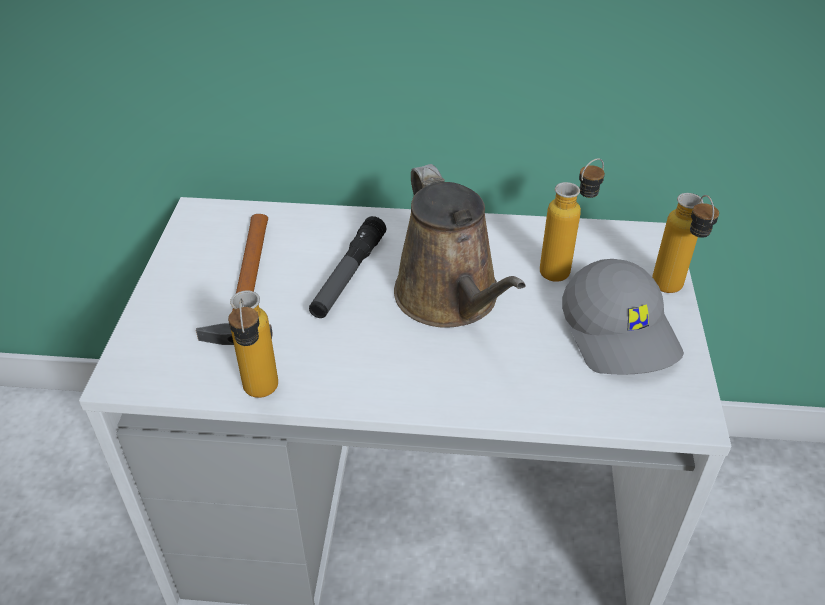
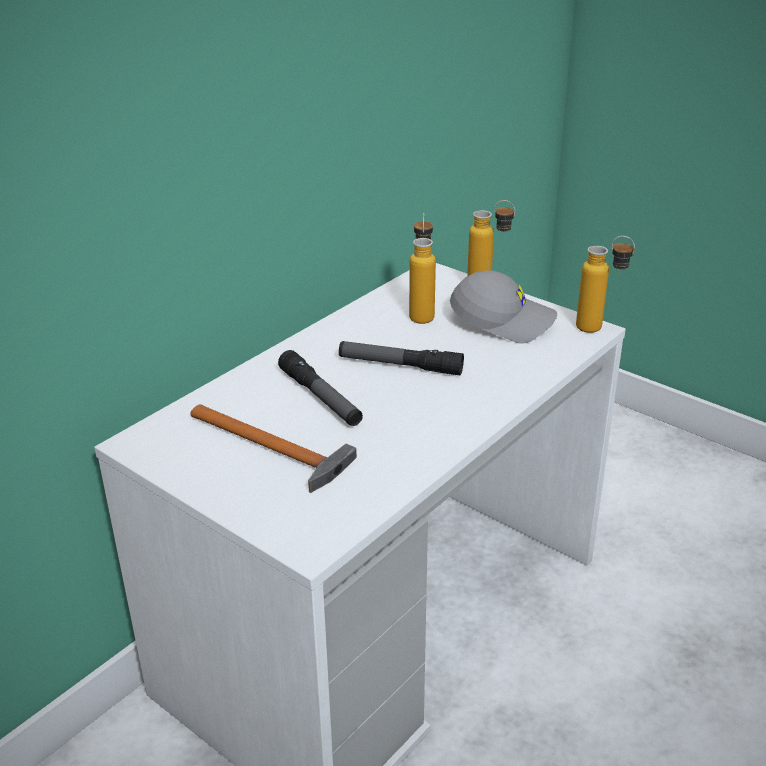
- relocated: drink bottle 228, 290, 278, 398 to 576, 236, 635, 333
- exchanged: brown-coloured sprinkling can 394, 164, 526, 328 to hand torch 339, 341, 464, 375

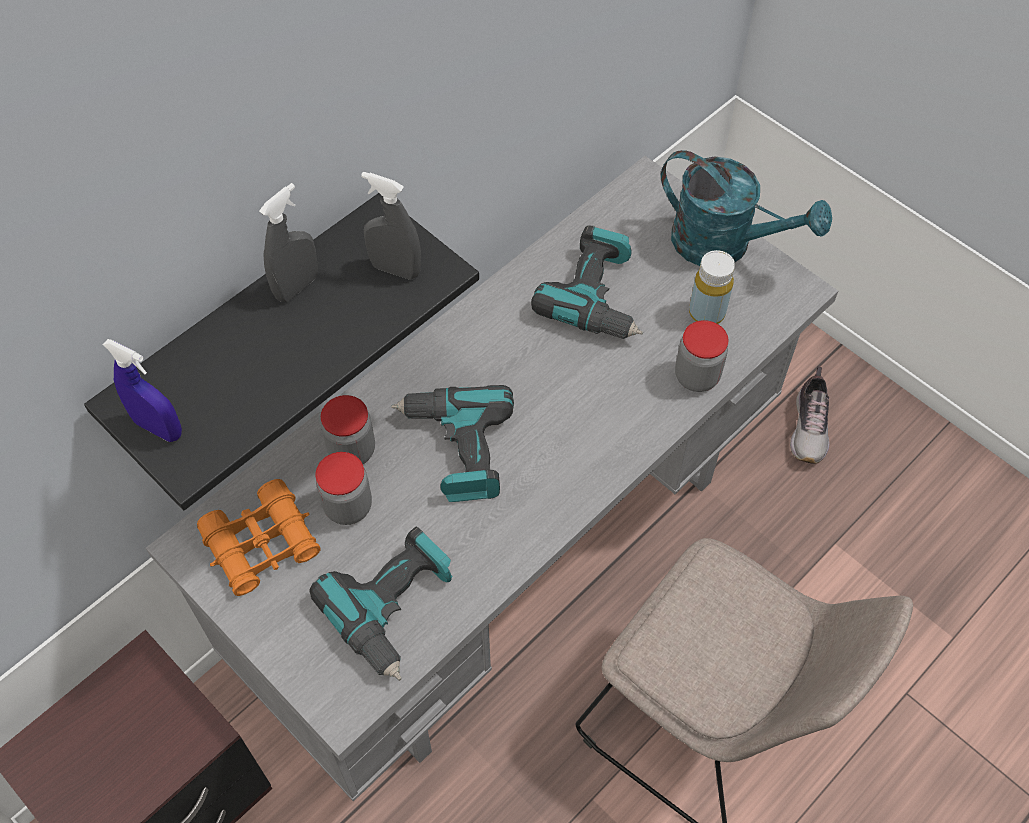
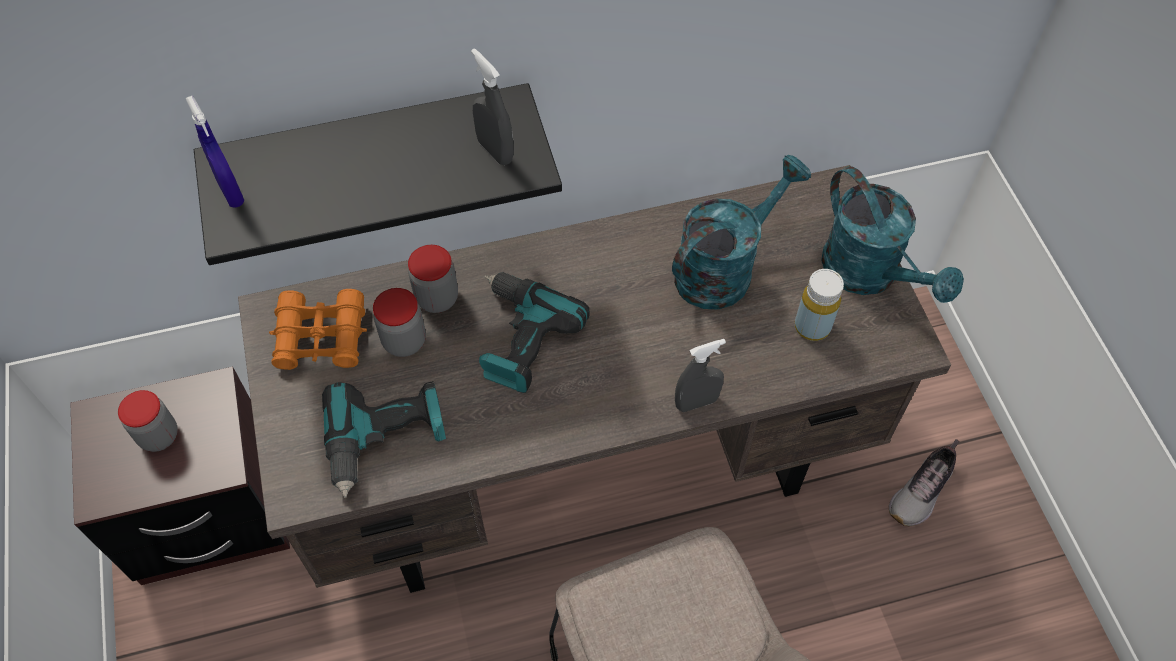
- relocated: gray sprayer 259, 183, 318, 302 to 675, 339, 726, 412
- relocated: storage jar 675, 320, 729, 392 to 118, 390, 178, 452
- exchanged: drill 531, 225, 643, 339 to turquoise-coloured sprinkling can 672, 155, 811, 310
- colour: gray desk 146, 156, 838, 801 to brown-coloured desk 238, 165, 951, 593

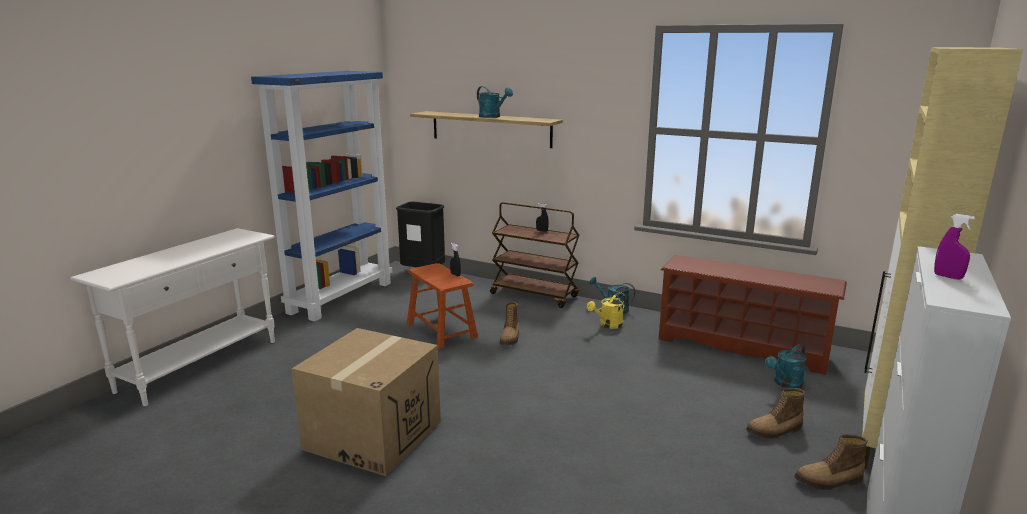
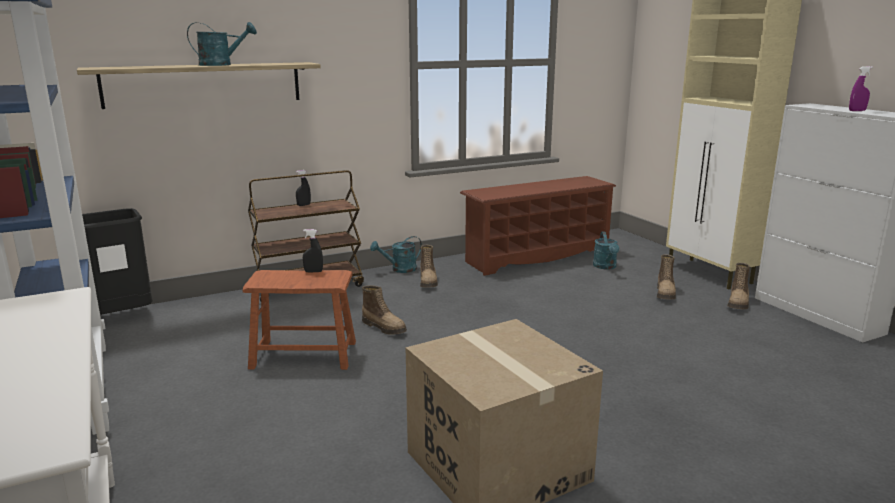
- exchanged: yellowish sprinkling can 587, 292, 626, 329 to high-top boot 420, 245, 438, 288

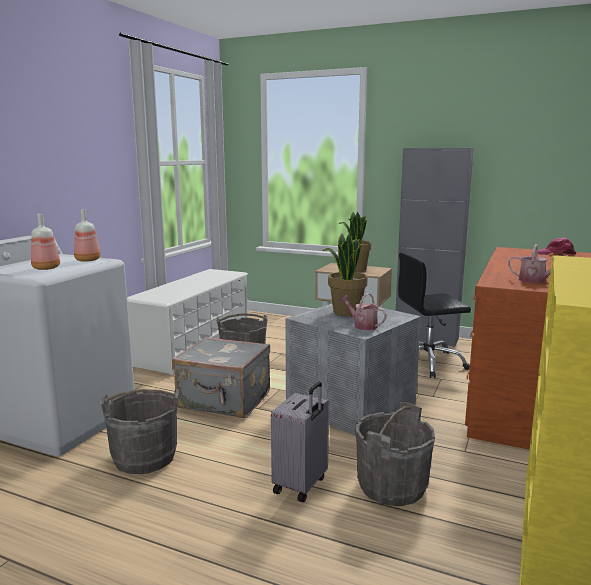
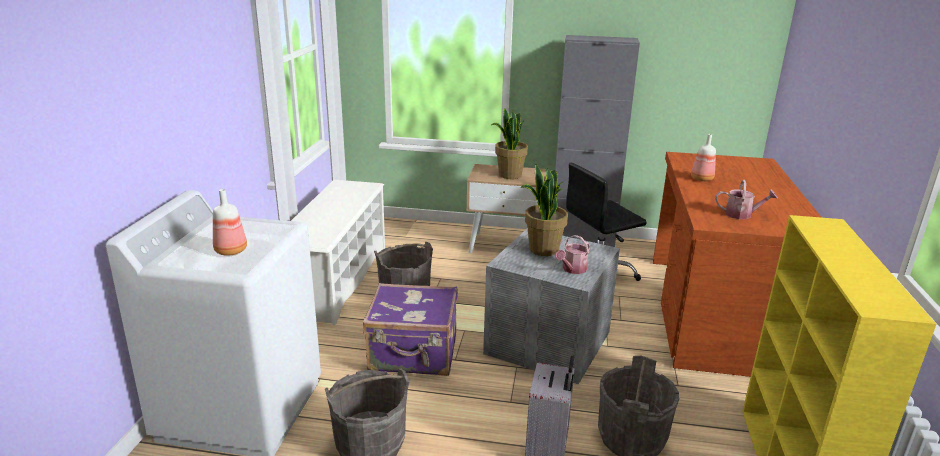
- missing: pinkish peaked cap 537, 237, 576, 255
- relocated: drink bottle 74, 209, 100, 262 to 691, 134, 716, 181
- colour: gray travel case 172, 337, 270, 418 to purple-coloured travel case 363, 283, 458, 376
- spun: sprinkling can 340, 293, 387, 330 = 555, 235, 590, 274 75 degrees counterclockwise

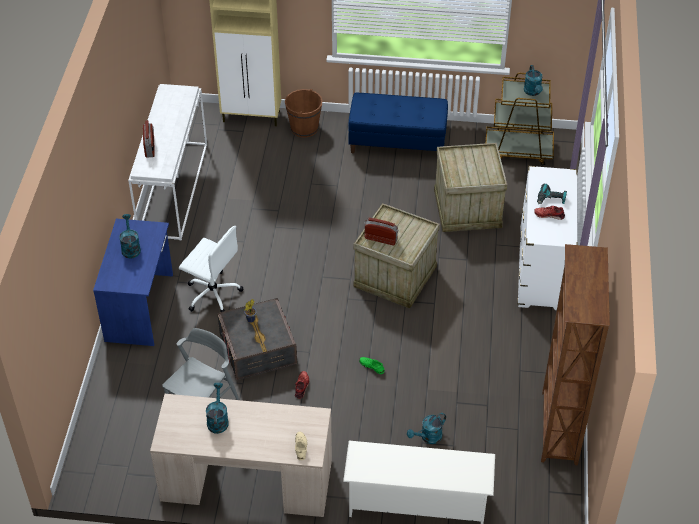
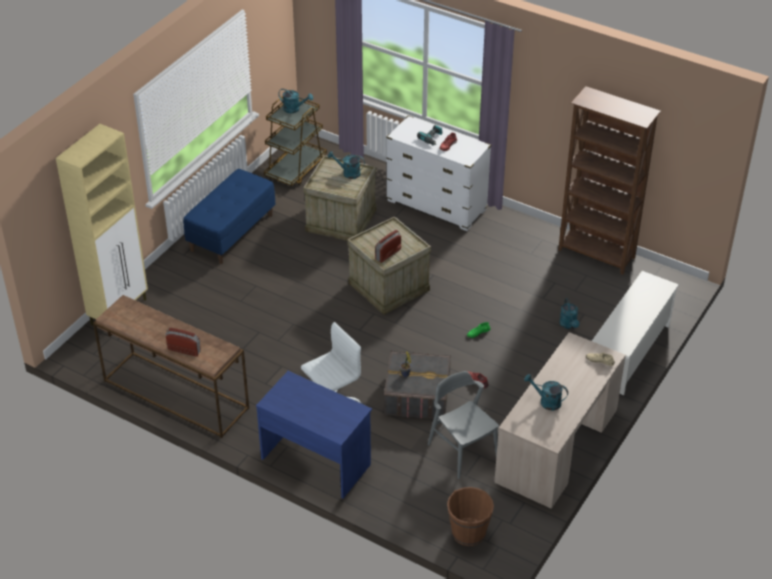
- relocated: turquoise-coloured sprinkling can 119, 214, 141, 259 to 328, 151, 365, 179
- relocated: brown-coloured bucket 285, 89, 322, 138 to 447, 487, 494, 546
- colour: white-coloured console table 128, 84, 207, 241 to brown-coloured console table 93, 295, 249, 438

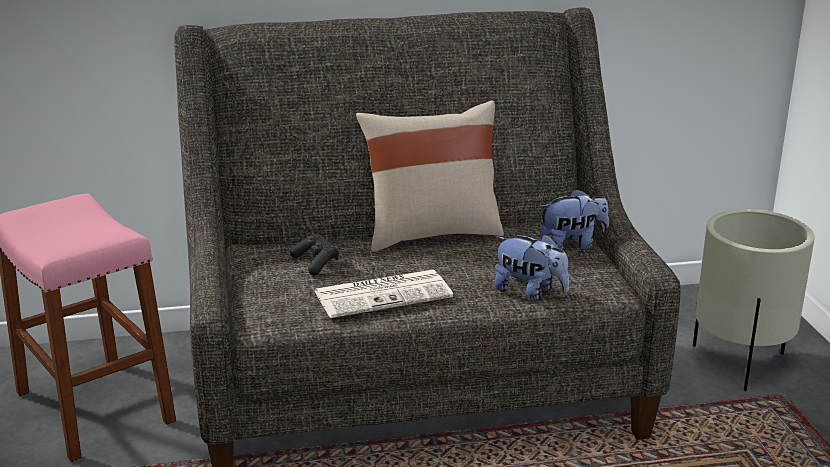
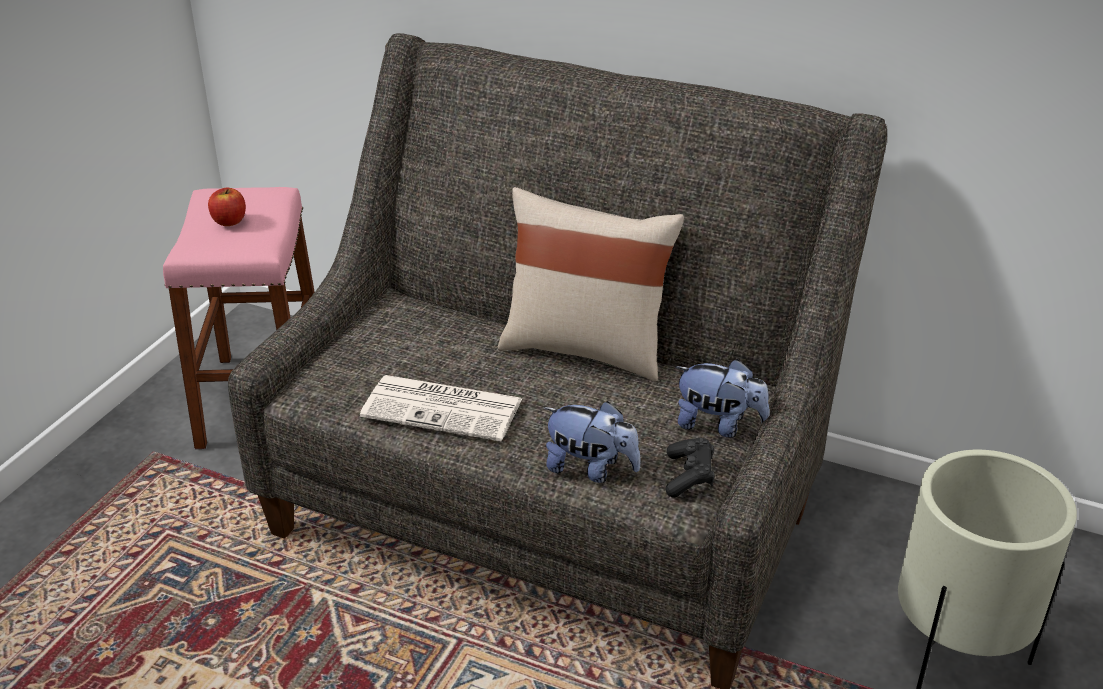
- appeared: apple fruit 208, 188, 246, 226
- relocated: black-coloured joypad 290, 234, 339, 276 to 666, 438, 715, 498
- spun: plush toy 494, 234, 569, 300 = 543, 401, 641, 483 45 degrees counterclockwise

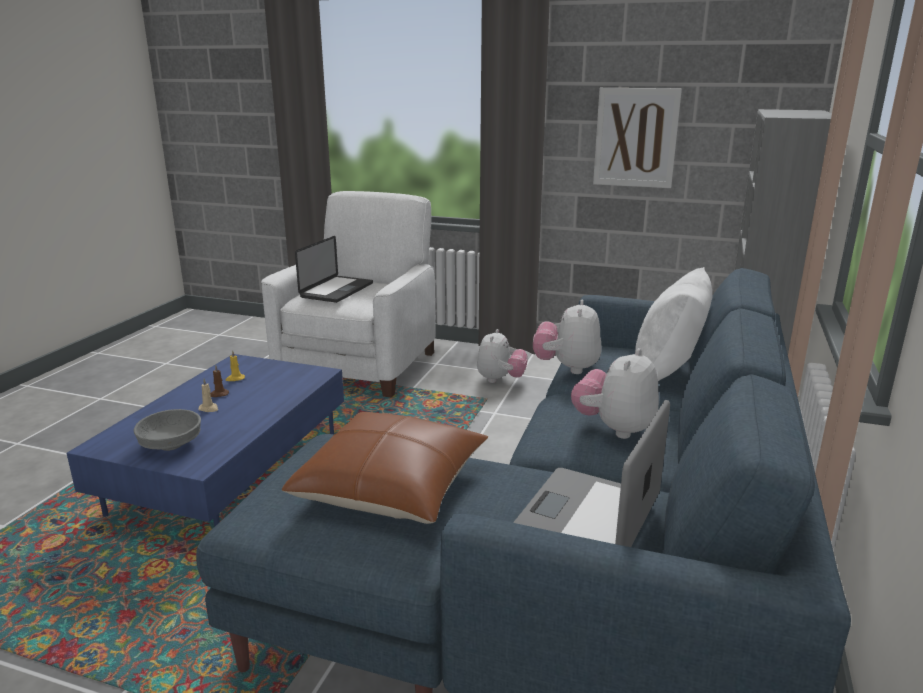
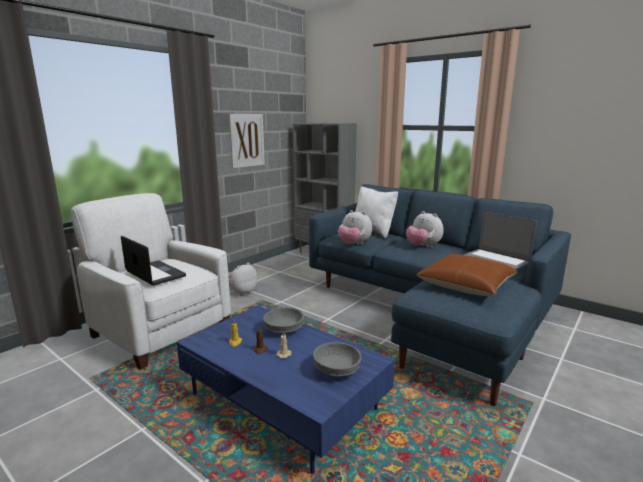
- appeared: gray bowl 263, 307, 304, 334
- spun: plush toy 477, 329, 528, 383 = 228, 262, 258, 296 90 degrees counterclockwise

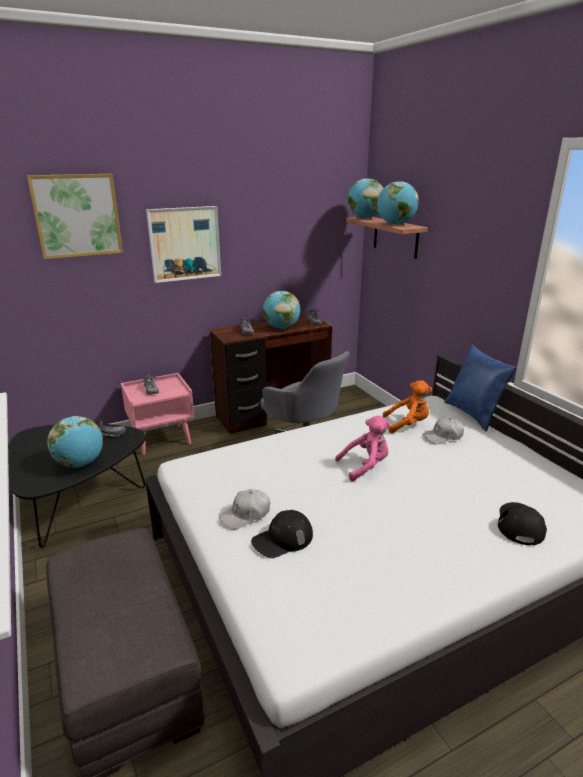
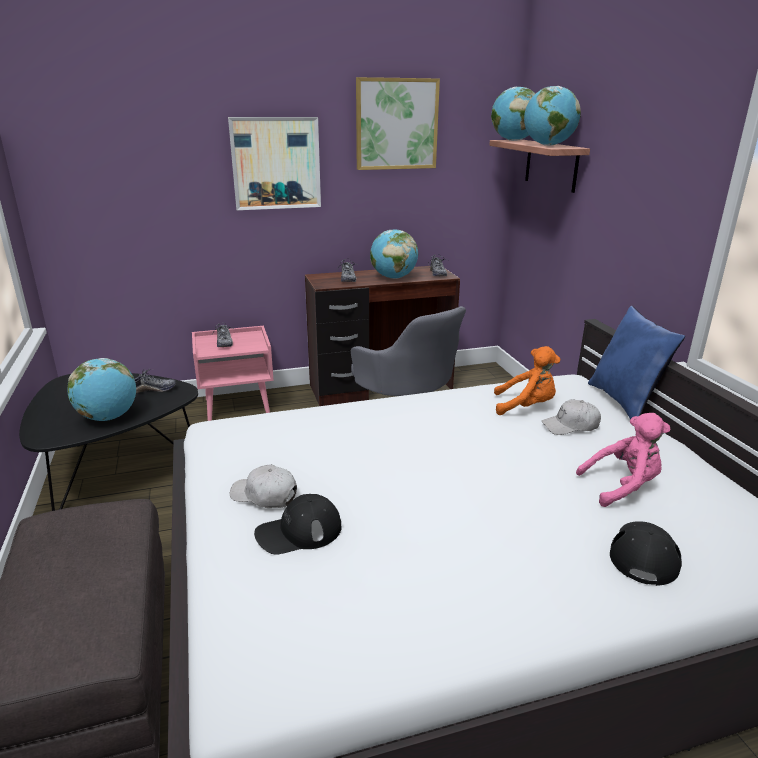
- relocated: wall art 27, 174, 123, 259 to 356, 77, 440, 170
- relocated: pinkish plush toy 335, 415, 391, 481 to 576, 413, 671, 507
- spun: white-coloured peaked cap 219, 489, 270, 530 = 230, 464, 297, 508 45 degrees clockwise

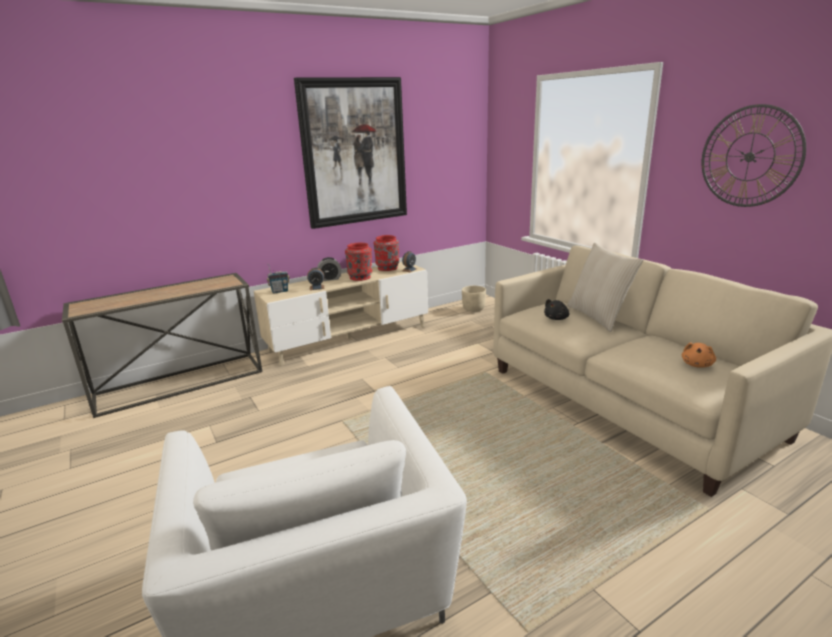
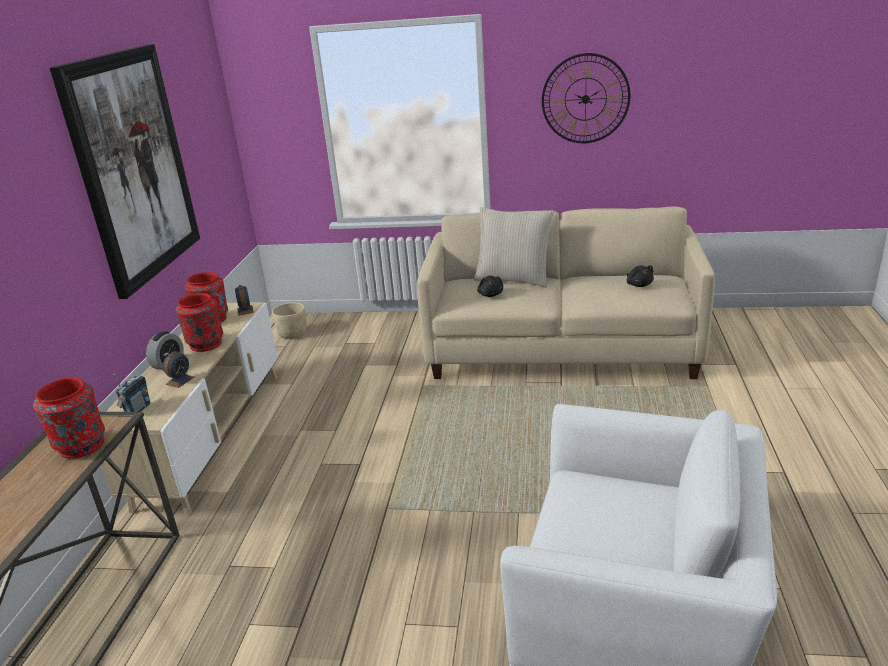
- appeared: red-coloured vase 33, 377, 105, 458
- colour: orange-coloured plush toy 682, 342, 716, 368 to black-coloured plush toy 627, 265, 654, 287

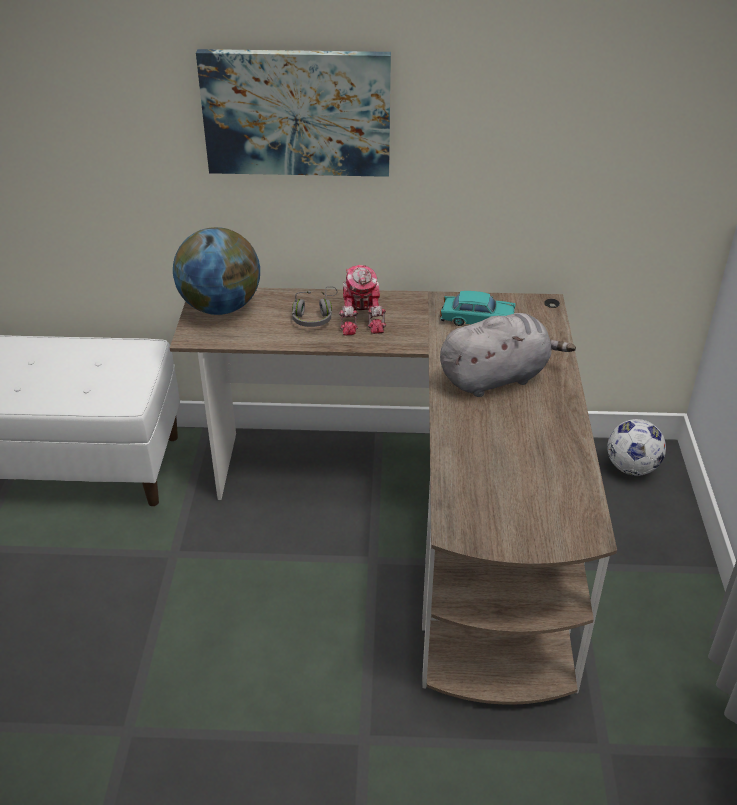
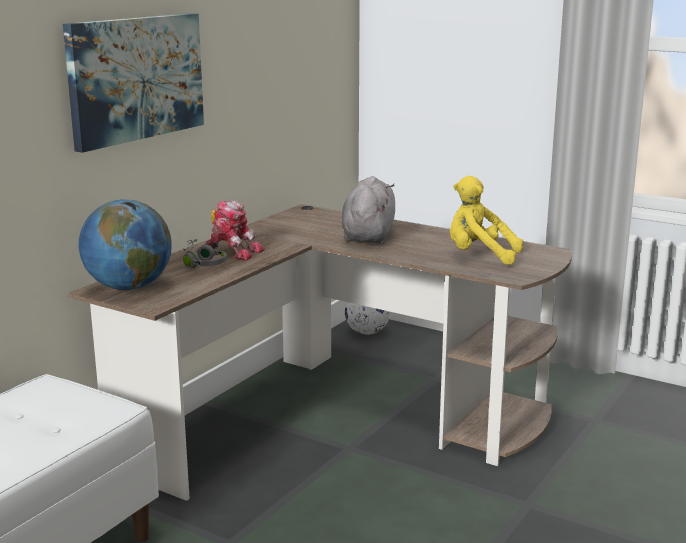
- missing: turquoise-coloured model car 440, 291, 516, 326
- appeared: yellowish plush toy 450, 176, 523, 265

